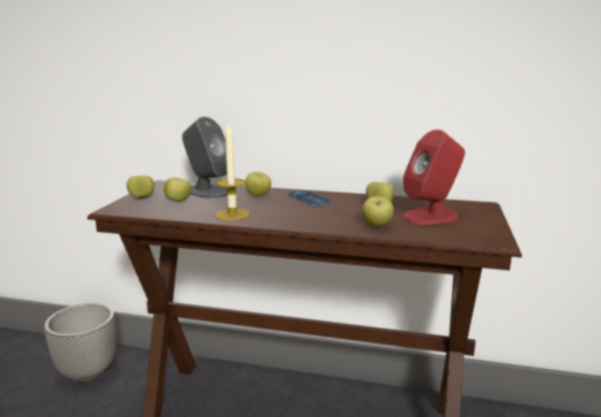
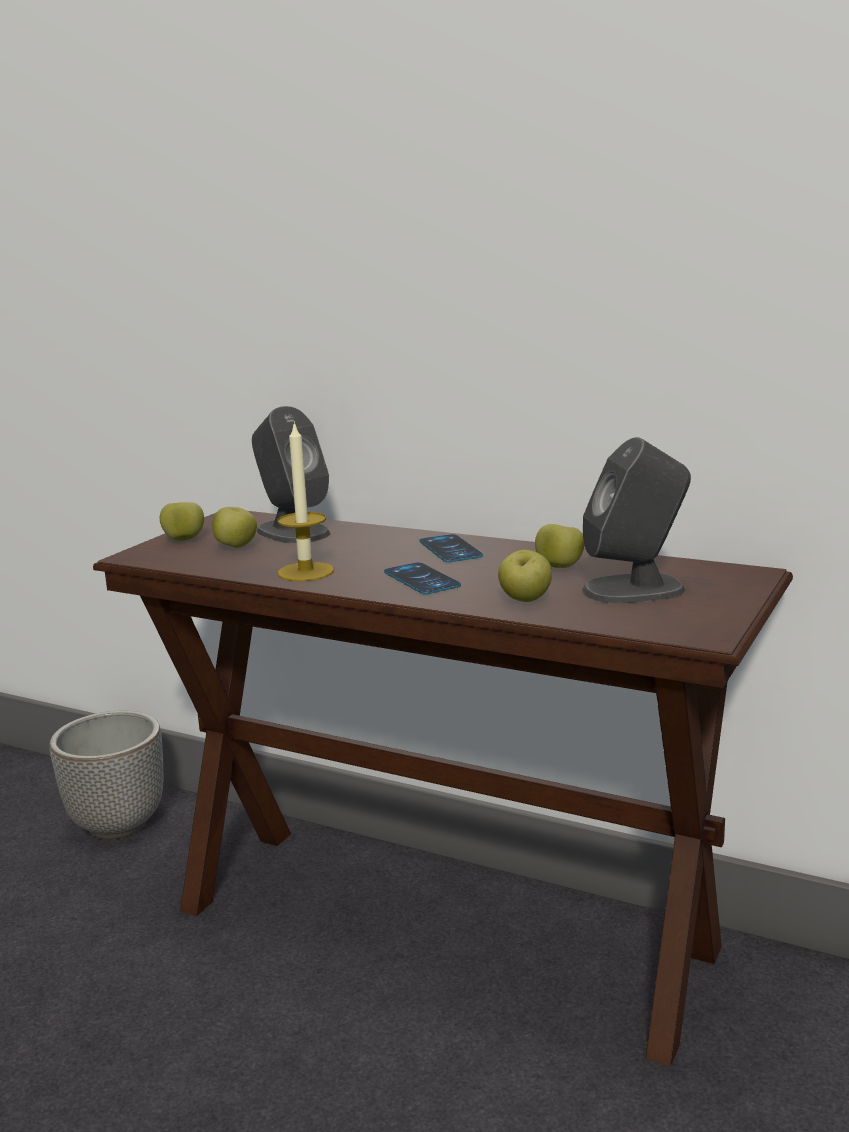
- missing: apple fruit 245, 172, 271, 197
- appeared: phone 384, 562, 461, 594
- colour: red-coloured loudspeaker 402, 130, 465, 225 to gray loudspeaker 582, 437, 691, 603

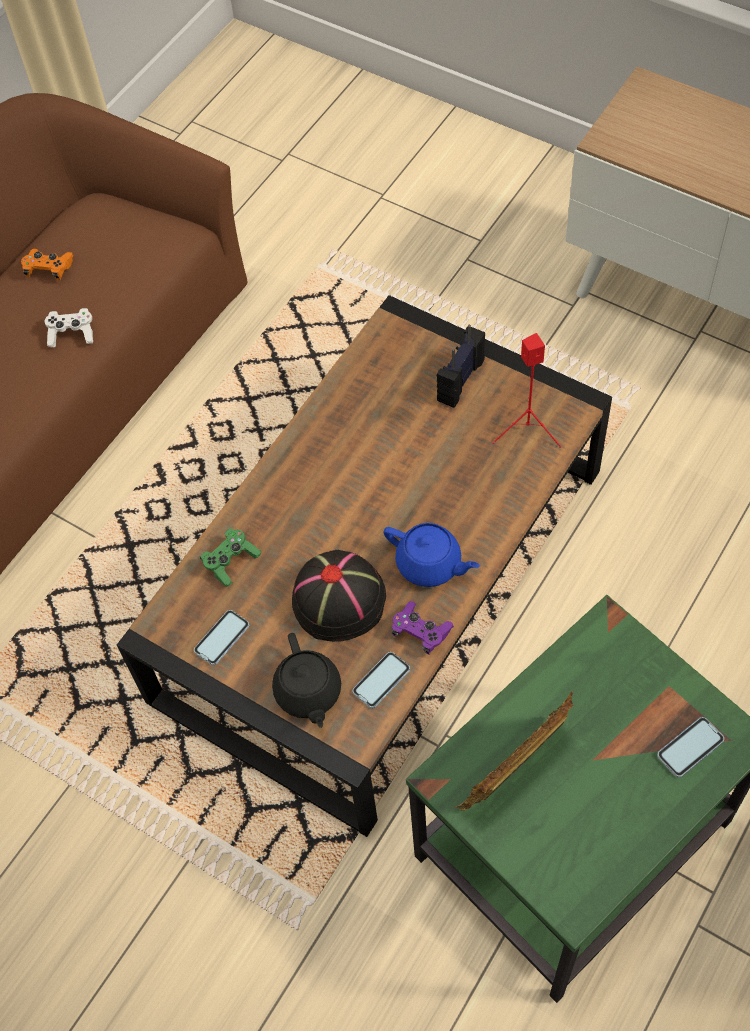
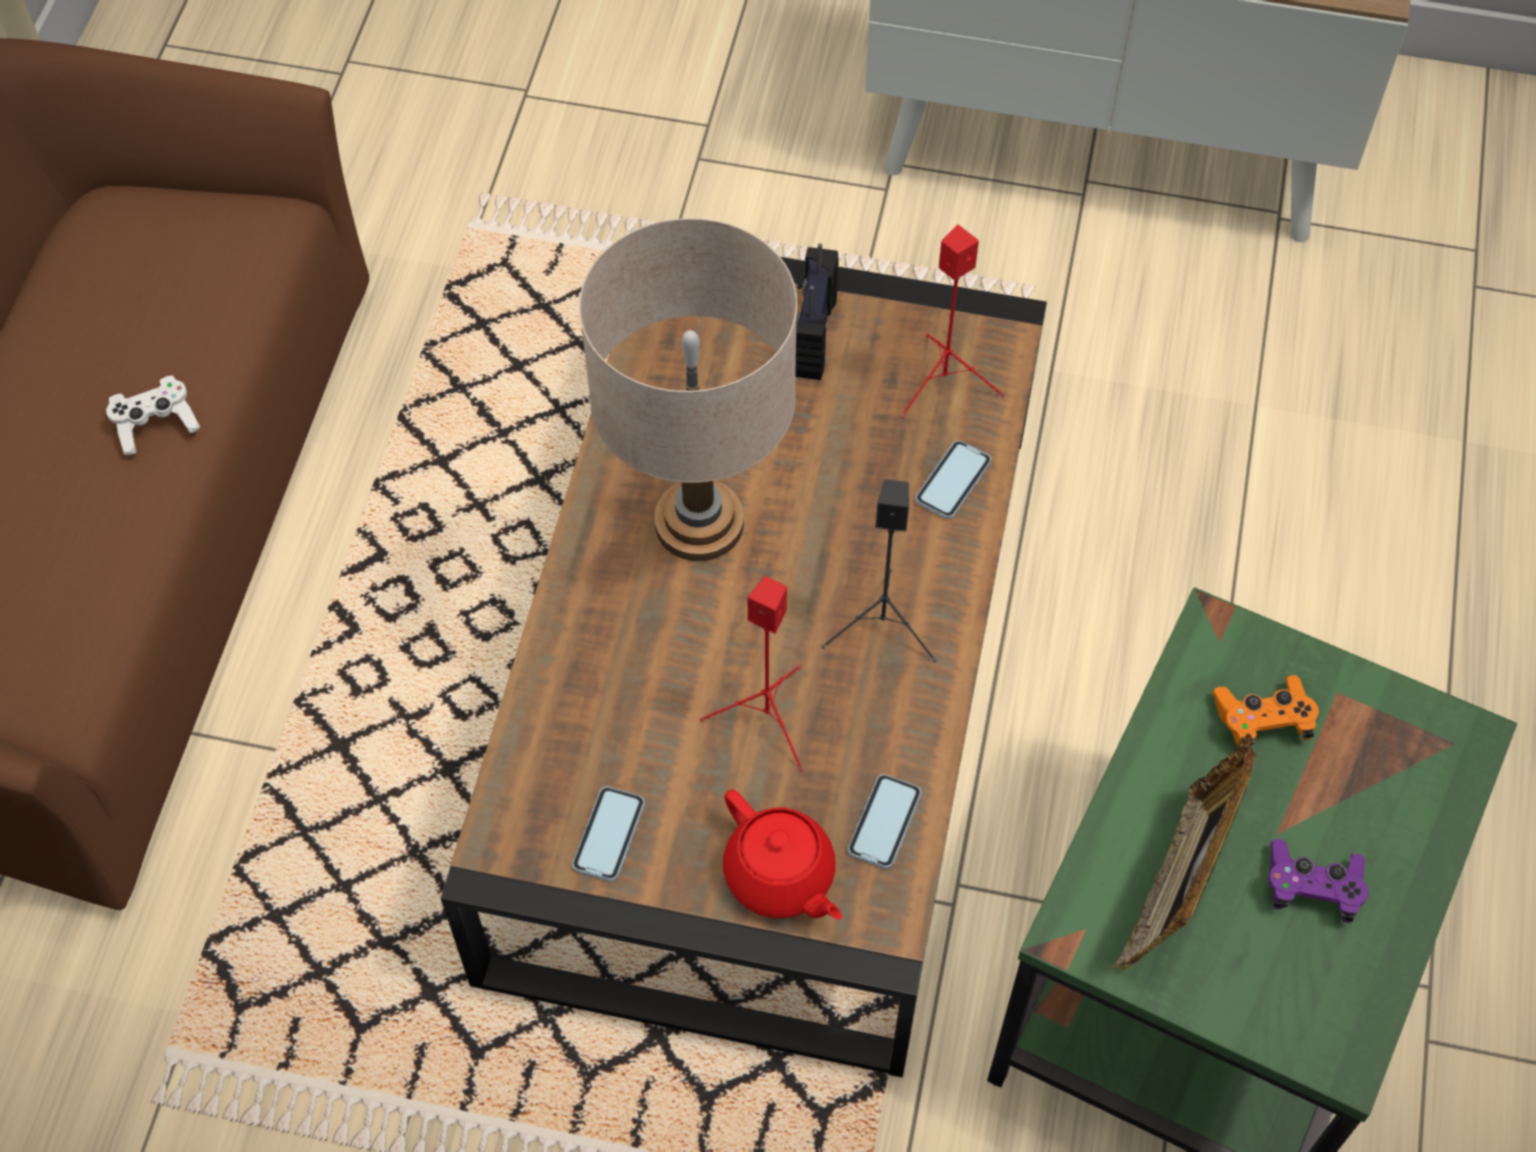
- missing: greenish joypad 200, 528, 261, 587
- appeared: sand-coloured tabletop lamp 579, 218, 797, 561
- relocated: orange-coloured joypad 21, 249, 74, 281 to 1212, 675, 1319, 746
- relocated: purple-coloured joypad 391, 601, 454, 655 to 1268, 839, 1368, 923
- relocated: phone 657, 717, 724, 777 to 915, 440, 991, 519
- exchanged: black-coloured wearable hat 292, 550, 386, 642 to red-coloured loudspeaker 699, 576, 803, 772
- exchanged: bluish tea pot 383, 523, 480, 587 to black-coloured loudspeaker 821, 479, 937, 662
- colour: black-coloured tea pot 272, 633, 341, 728 to red-coloured tea pot 723, 789, 842, 920

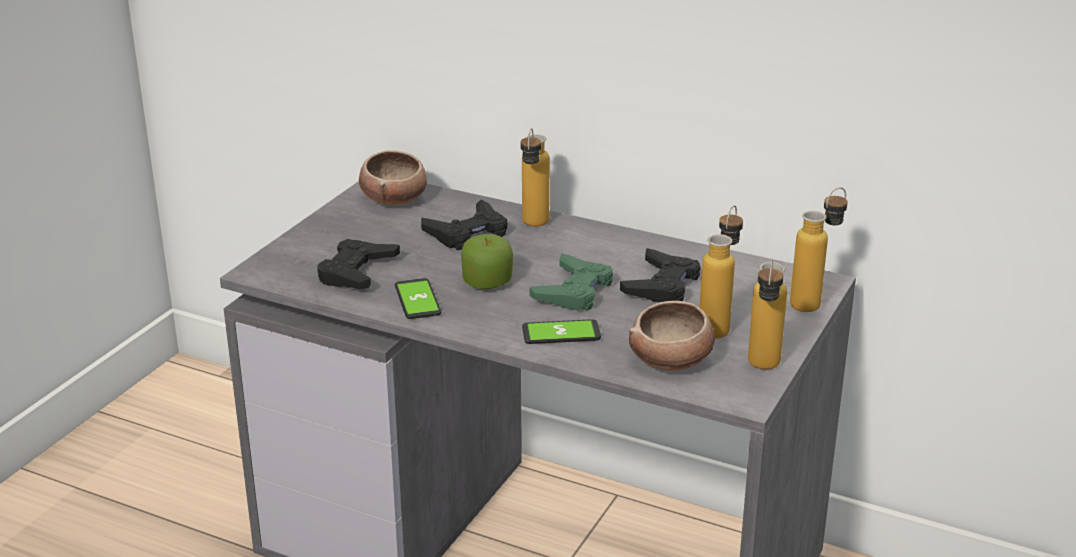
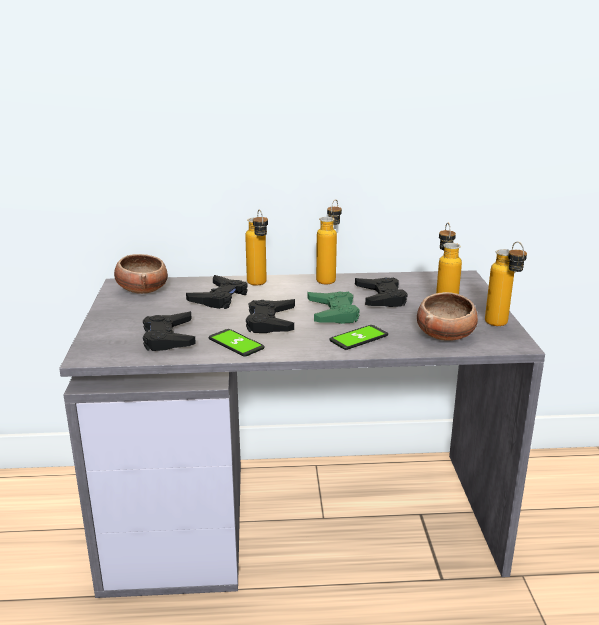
- relocated: drink bottle 790, 187, 848, 312 to 316, 199, 342, 284
- exchanged: apple fruit 461, 234, 513, 289 to black-coloured joypad 246, 299, 295, 333

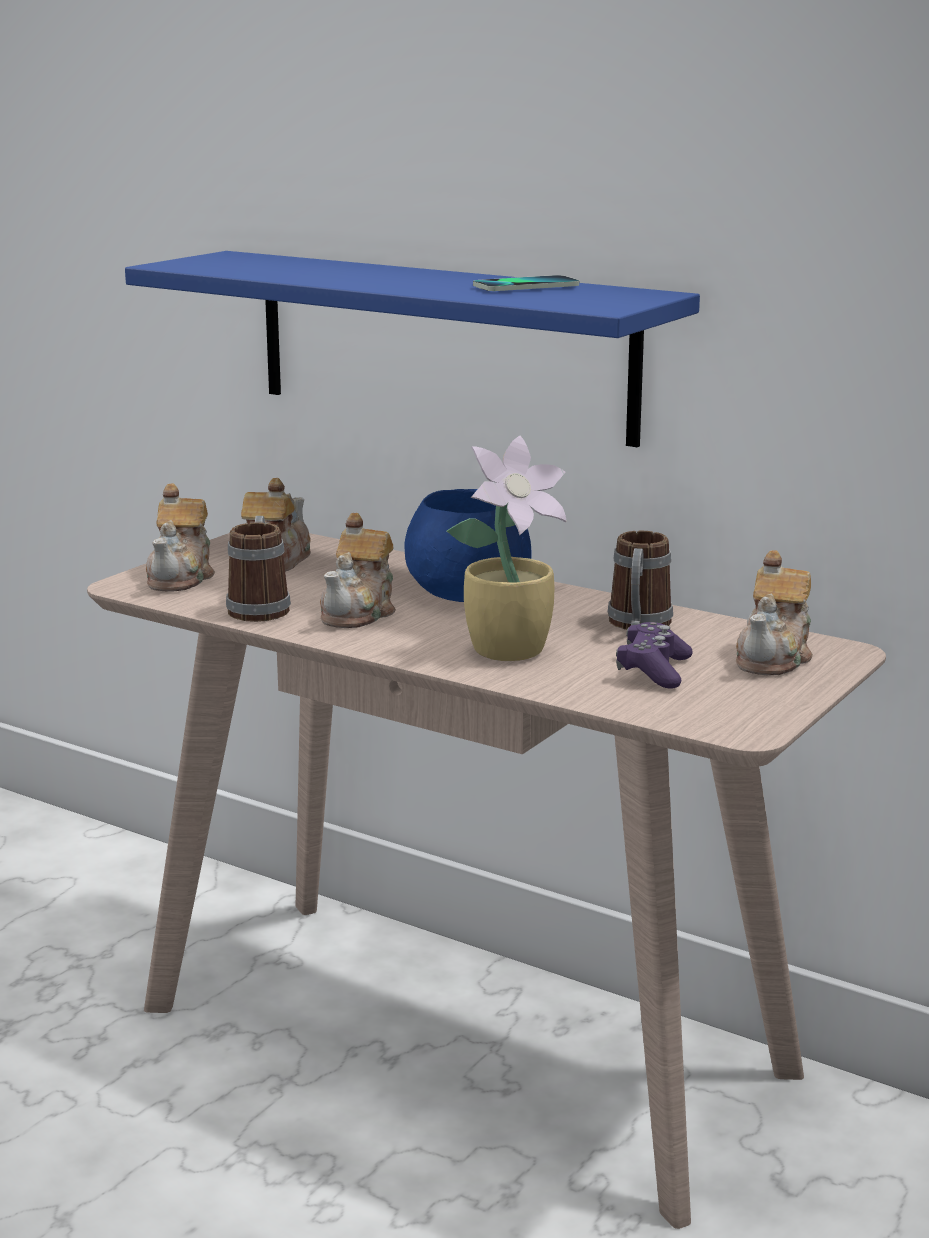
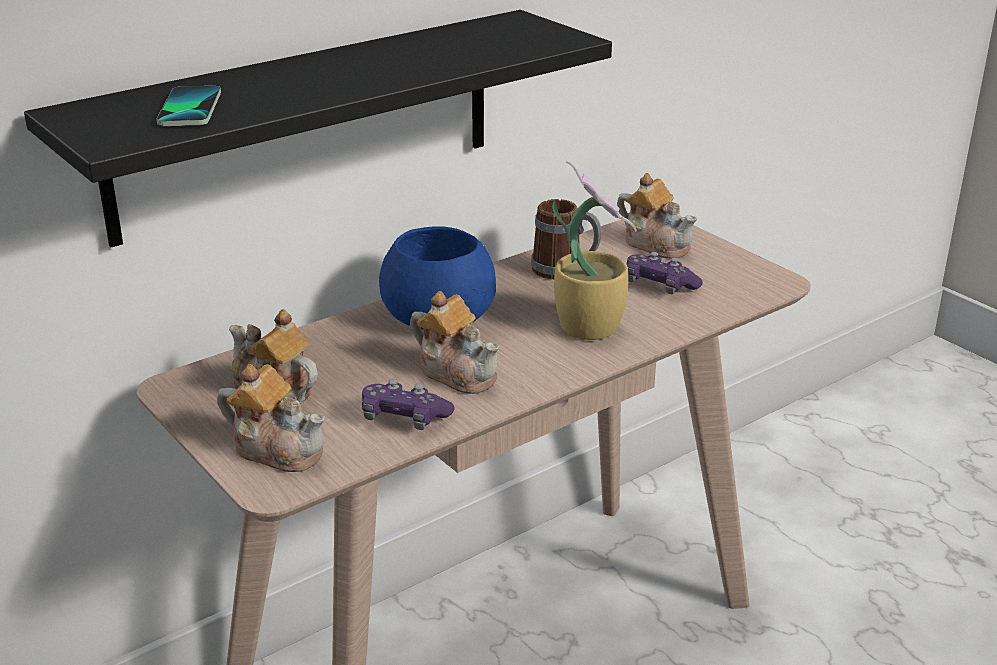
- relocated: phone 473, 275, 579, 291 to 157, 86, 221, 126
- exchanged: coffee mug 226, 516, 291, 622 to purple-coloured joypad 362, 379, 455, 430
- colour: bluish shelf 125, 251, 700, 447 to black-coloured shelf 24, 10, 612, 247

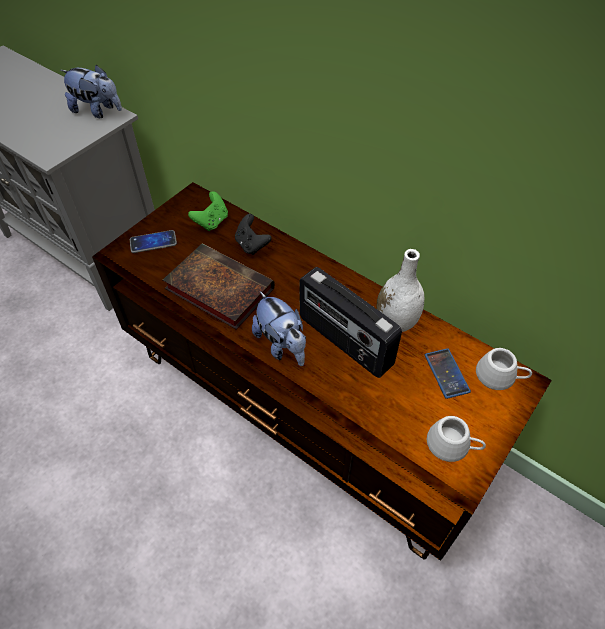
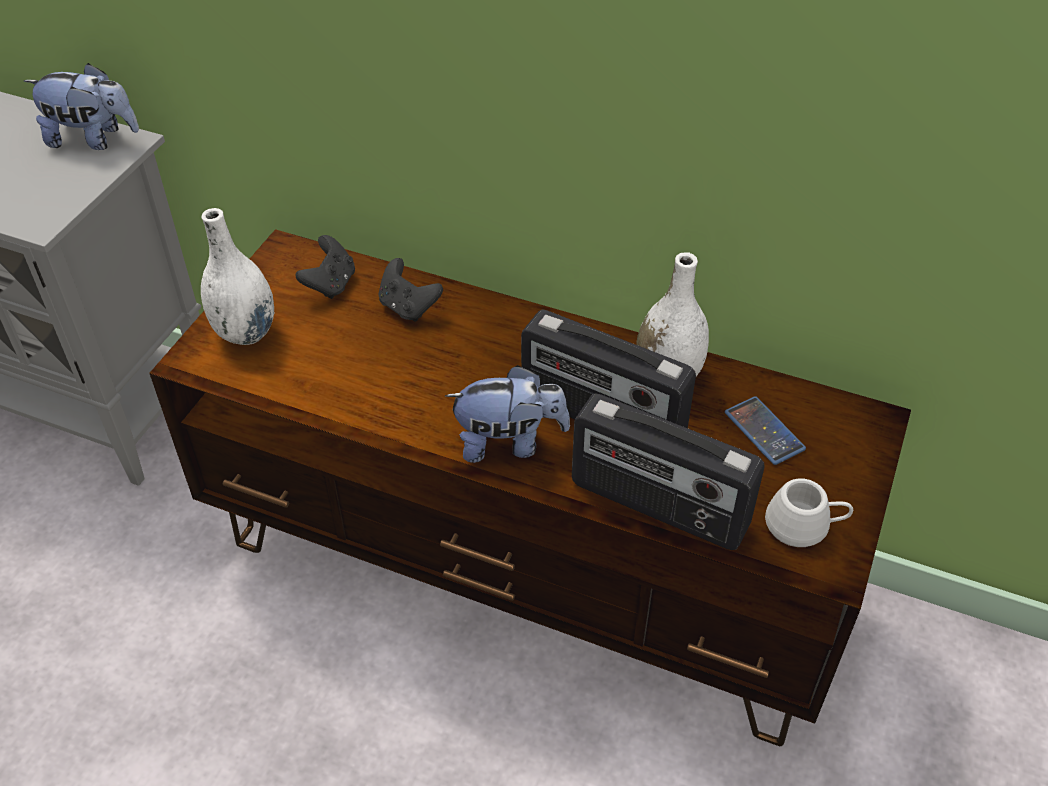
- missing: bound book 163, 244, 275, 330
- missing: white-coloured coffee mug 476, 348, 532, 390
- appeared: radio set 572, 393, 765, 550
- exchanged: phone 130, 230, 177, 253 to white-coloured vase 201, 208, 274, 345
- colour: greenish joypad 188, 192, 228, 231 to black-coloured joypad 296, 235, 355, 299
- spun: plush toy 252, 291, 306, 366 = 445, 365, 570, 463 45 degrees counterclockwise

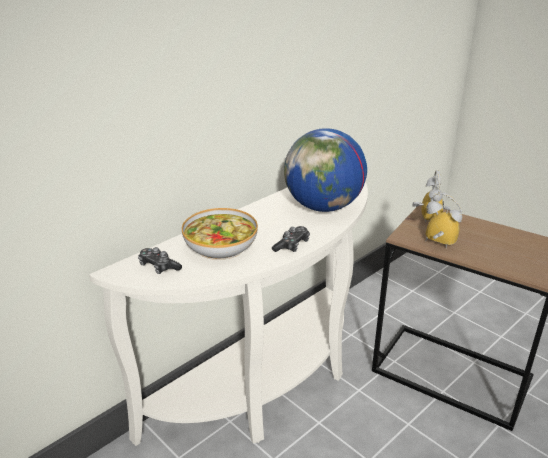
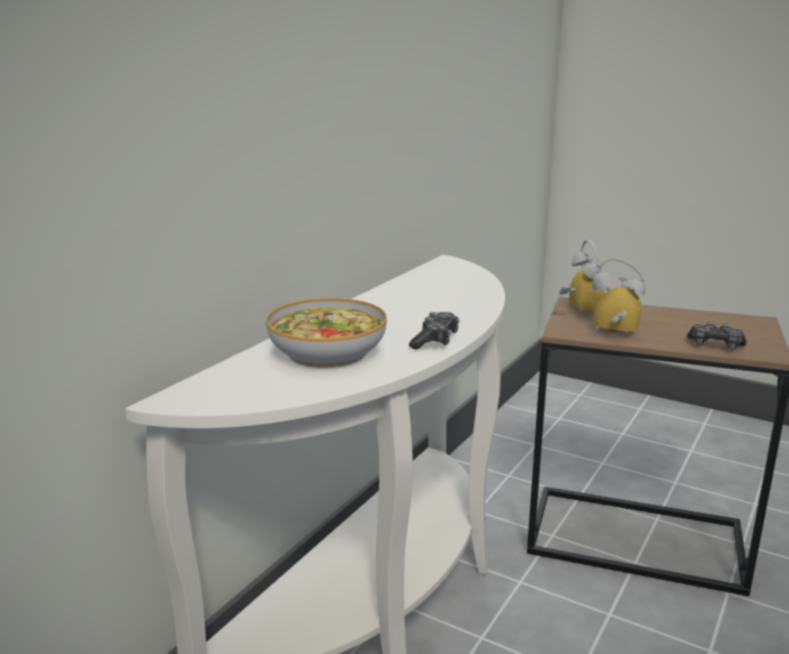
- missing: globe 284, 128, 367, 212
- relocated: joypad 138, 247, 182, 274 to 687, 321, 747, 350

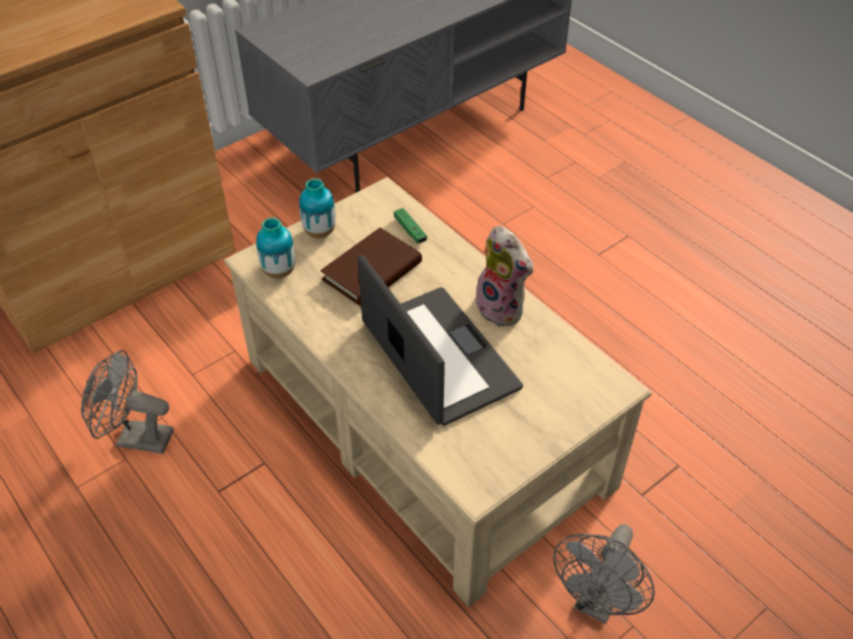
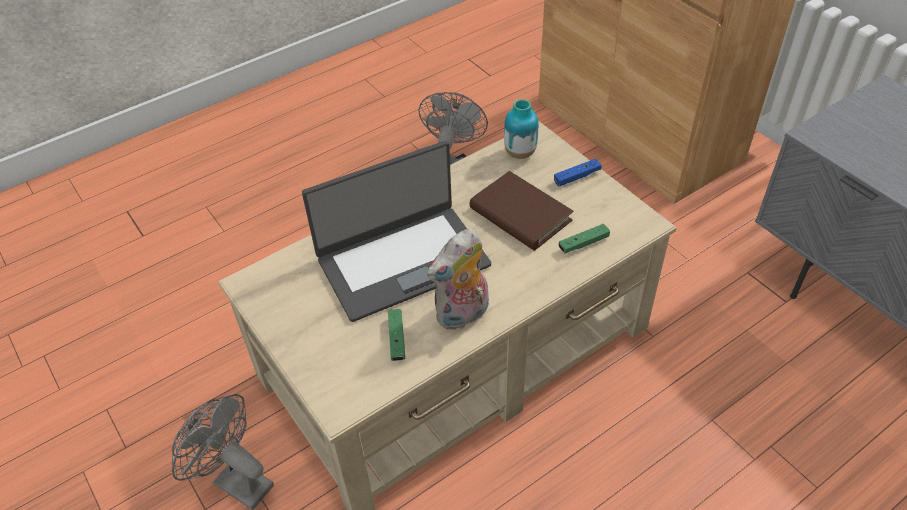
- appeared: greenish joypad 388, 309, 405, 361
- exchanged: vase 299, 178, 336, 238 to bluish joypad 554, 159, 601, 186

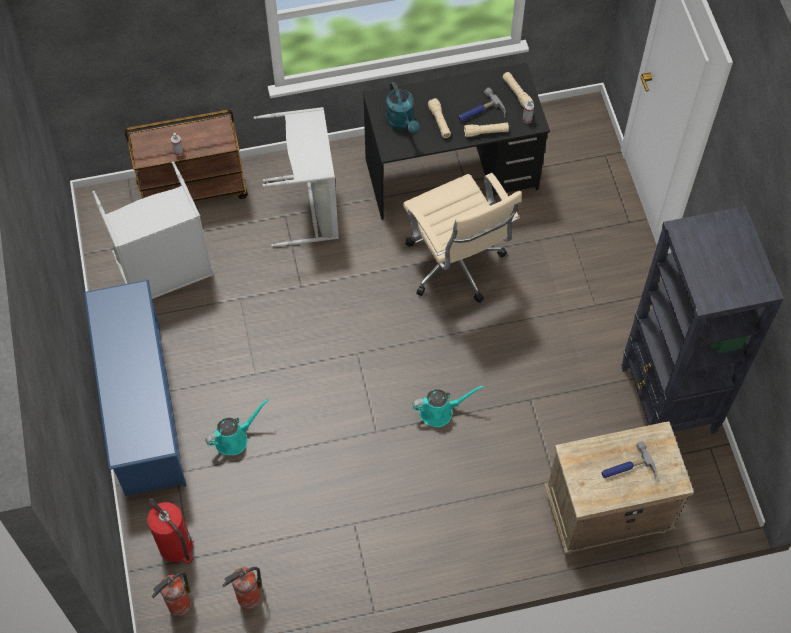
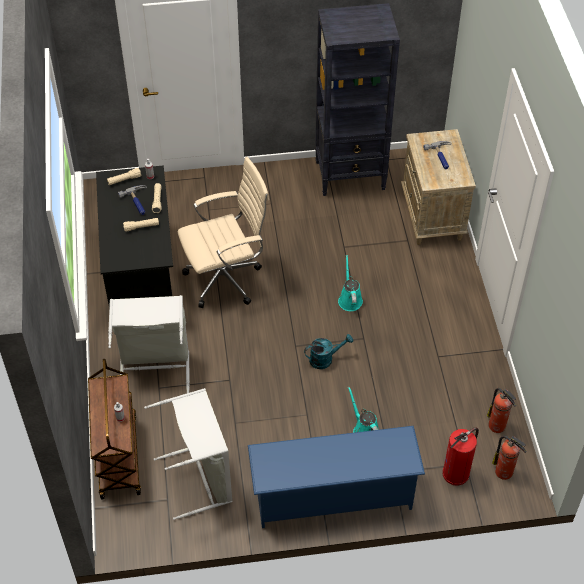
- relocated: turquoise-coloured sprinkling can 386, 82, 419, 133 to 304, 334, 353, 369

